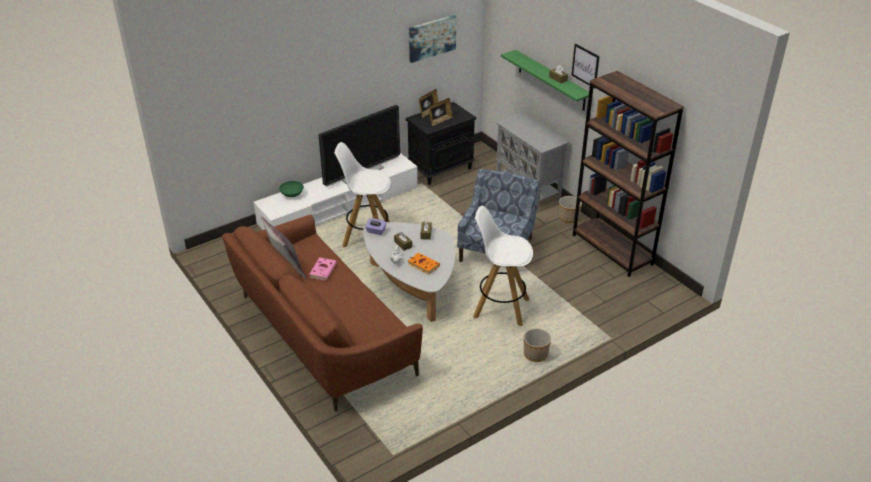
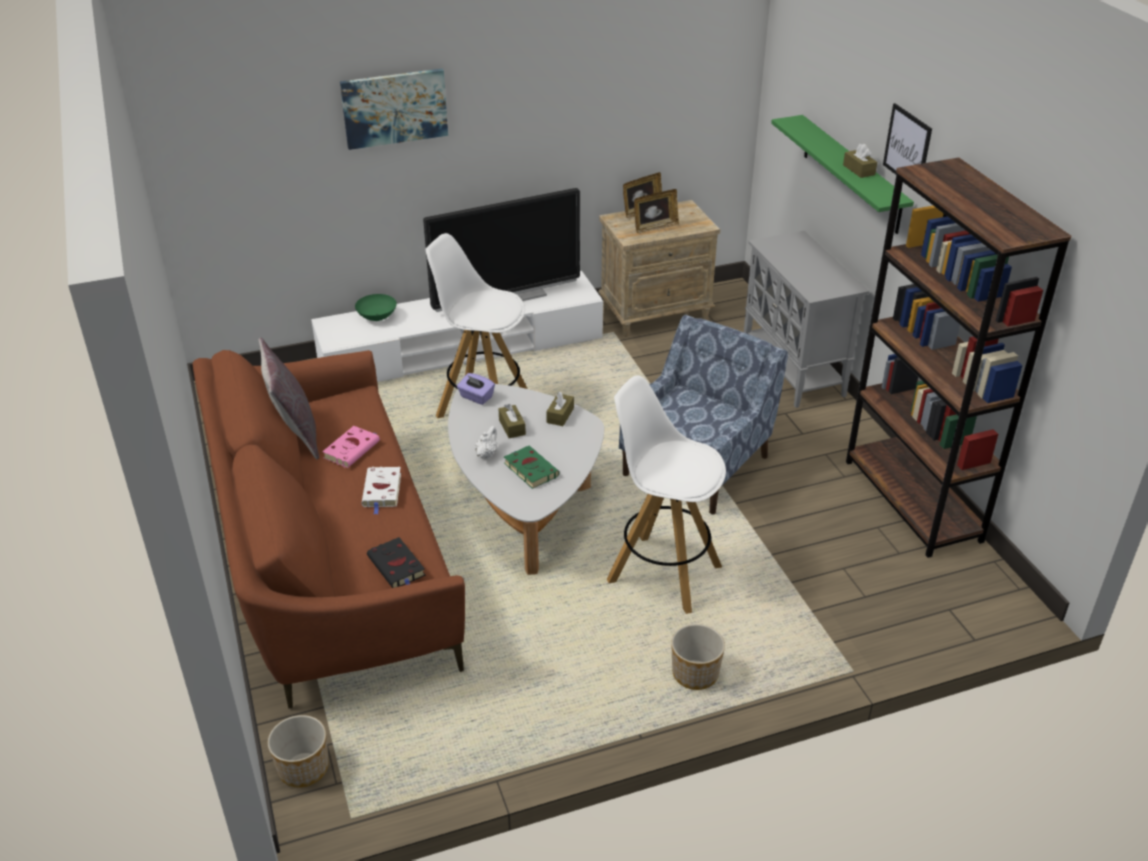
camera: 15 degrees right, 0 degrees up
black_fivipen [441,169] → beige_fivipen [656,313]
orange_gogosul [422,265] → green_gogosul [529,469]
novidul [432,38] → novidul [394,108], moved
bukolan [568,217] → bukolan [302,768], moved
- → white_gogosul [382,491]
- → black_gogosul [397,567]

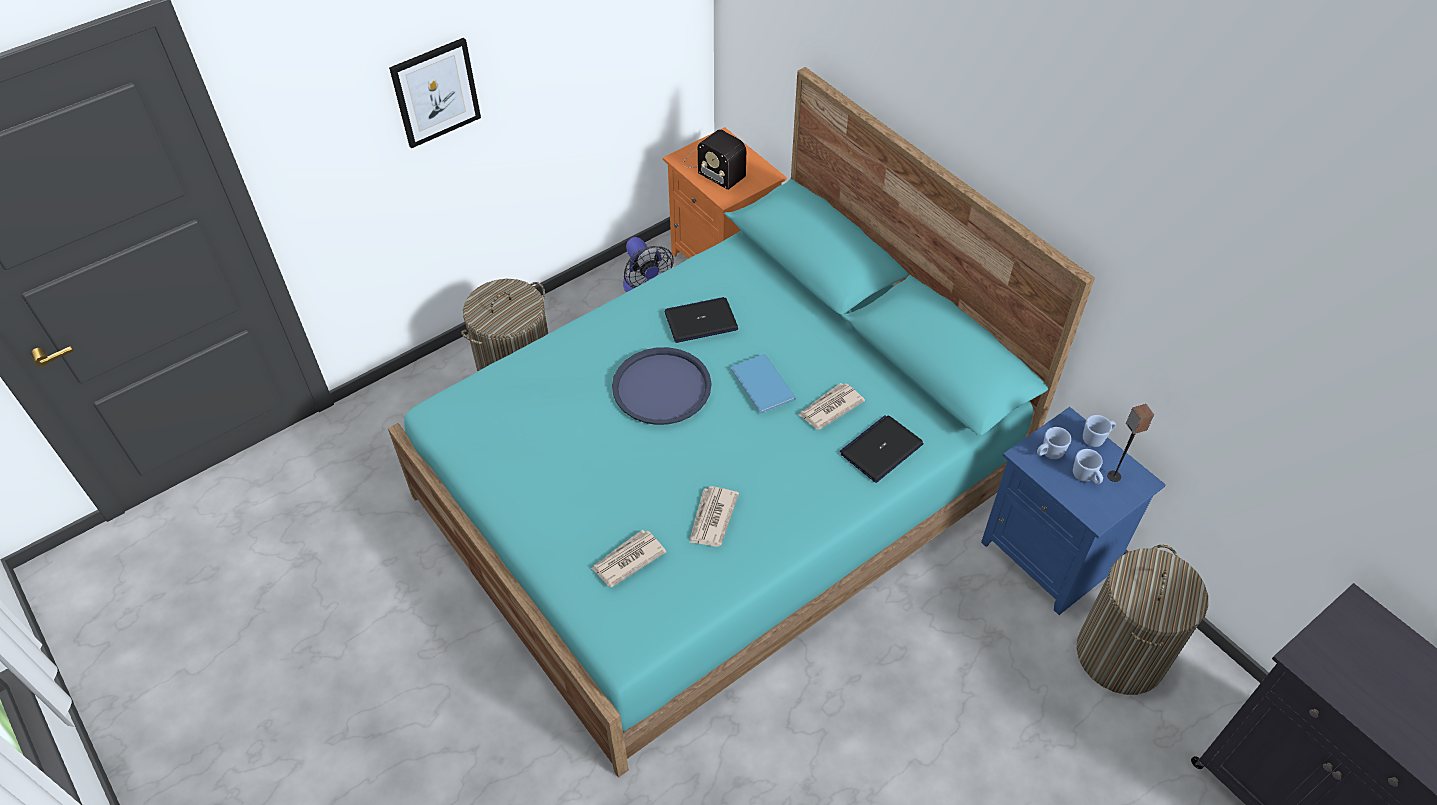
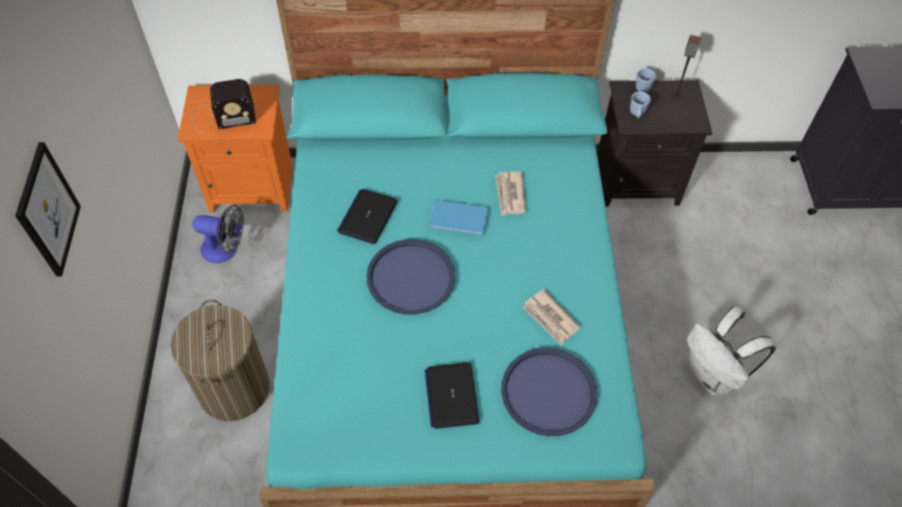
camera: 55 degrees left, 5 degrees up
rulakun [627,560] → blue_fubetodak [548,392]
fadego [881,449] → fadego [451,396], moved
blue_fivipen [1050,556] → black_fivipen [637,181]
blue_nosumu [1086,477] → -
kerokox [1120,655] → -
- → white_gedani [713,376]

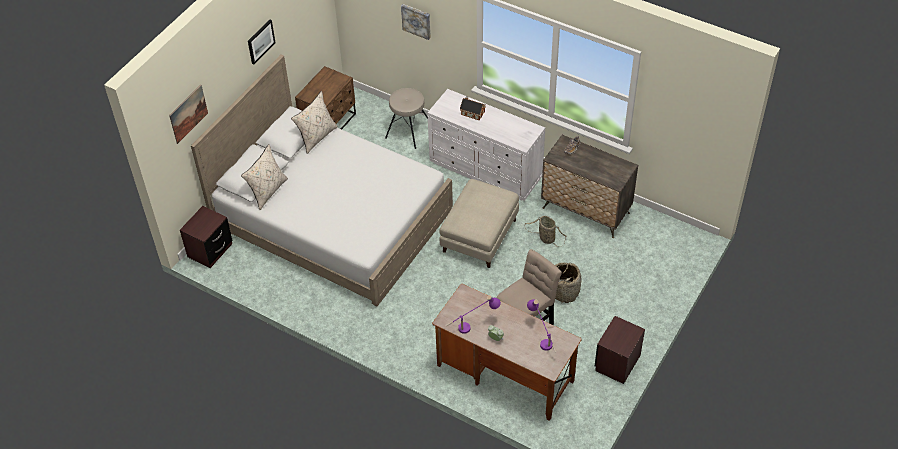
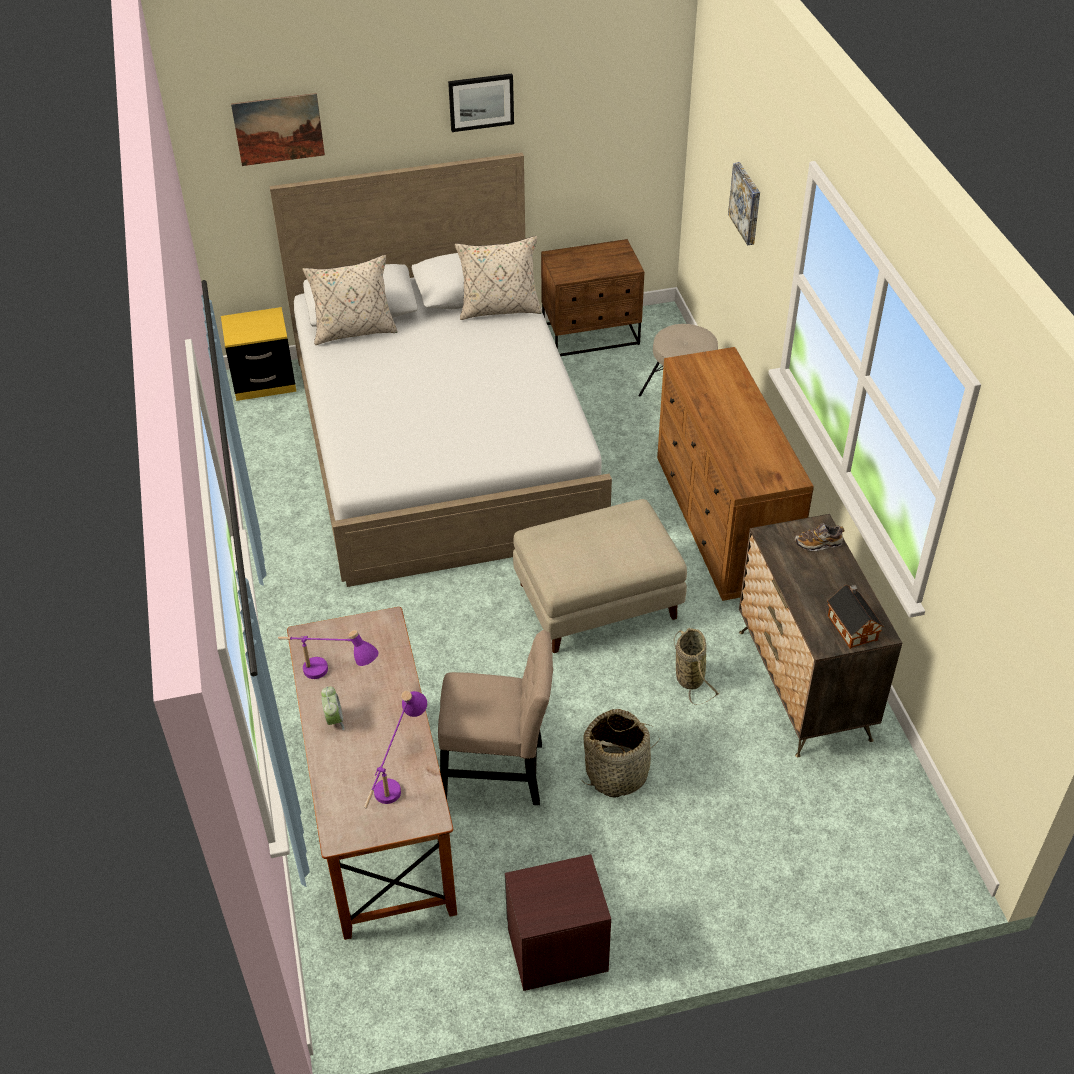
camera: 45 degrees right, 5 degrees down
brown_fivipen [210,250] → yellow_fivipen [264,382]
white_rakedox [486,170] → brown_rakedox [723,524]
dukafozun [472,112] → dukafozun [851,626], moved

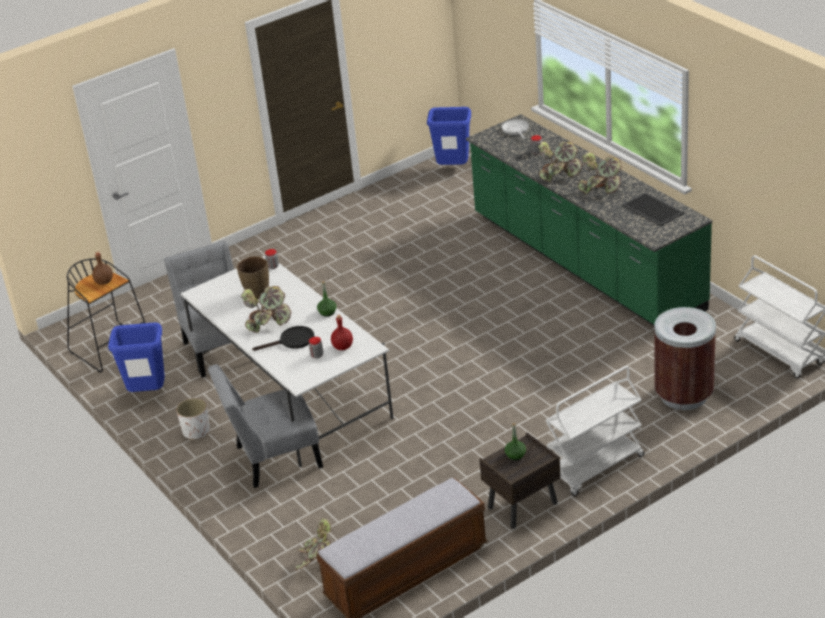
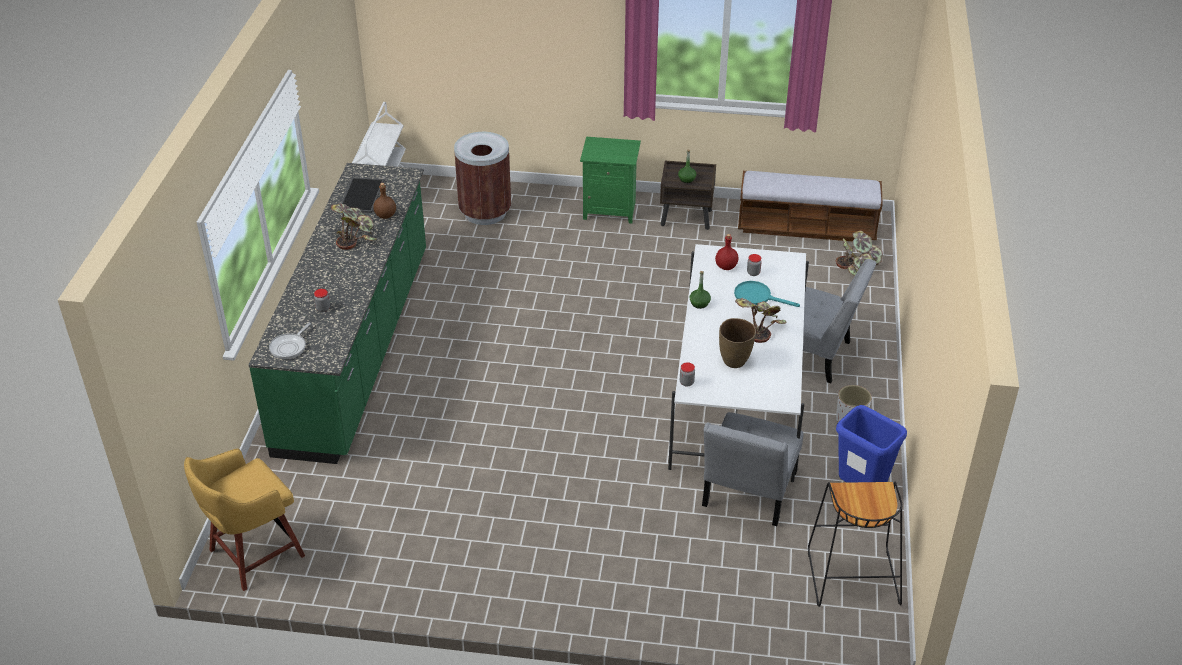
camera: 140 degrees left, 5 degrees up
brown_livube [104,282] → brown_livube [386,215], moved
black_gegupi [292,341] → turquoise_gegupi [757,297]
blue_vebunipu [453,169] → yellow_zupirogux [253,554]
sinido [560,175] → -
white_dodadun [595,467] → green_fivipen [610,209]

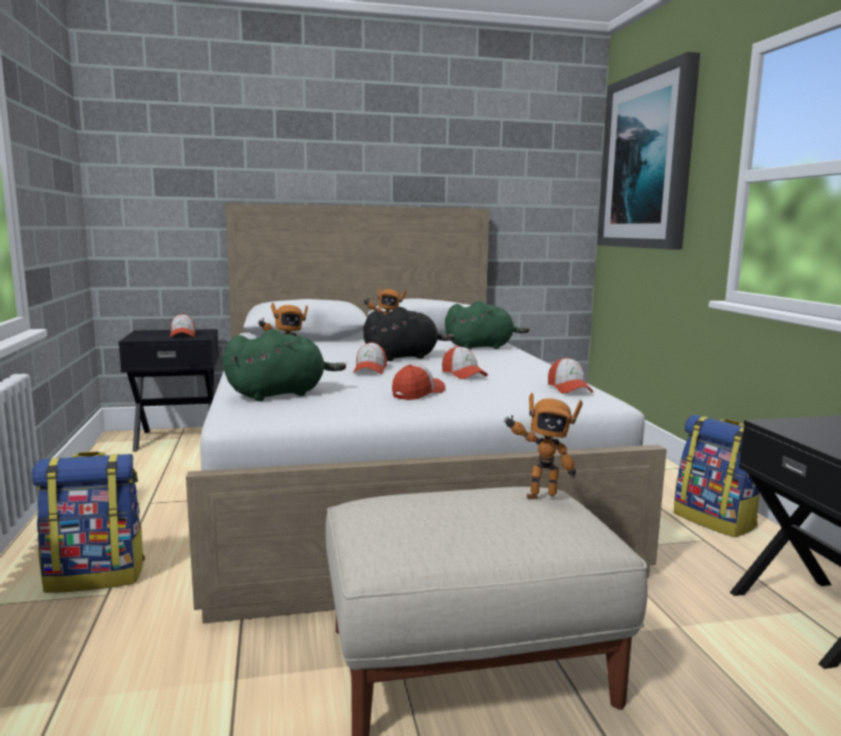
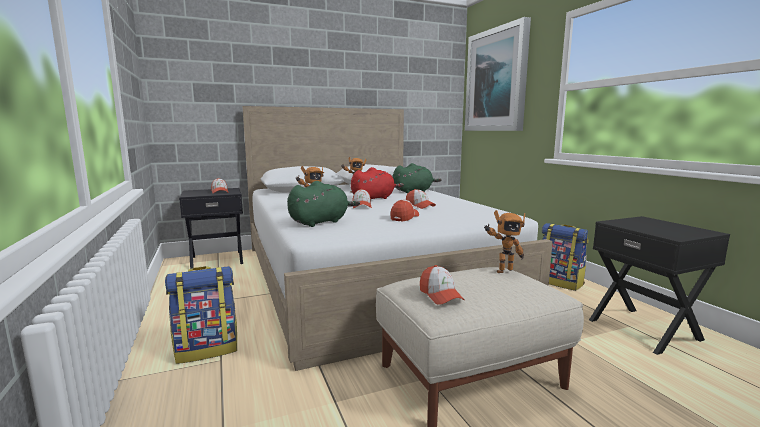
camera: 10 degrees left, 0 degrees up
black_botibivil [404,357] → red_botibivil [374,198]
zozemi [569,389] → zozemi [440,295], moved

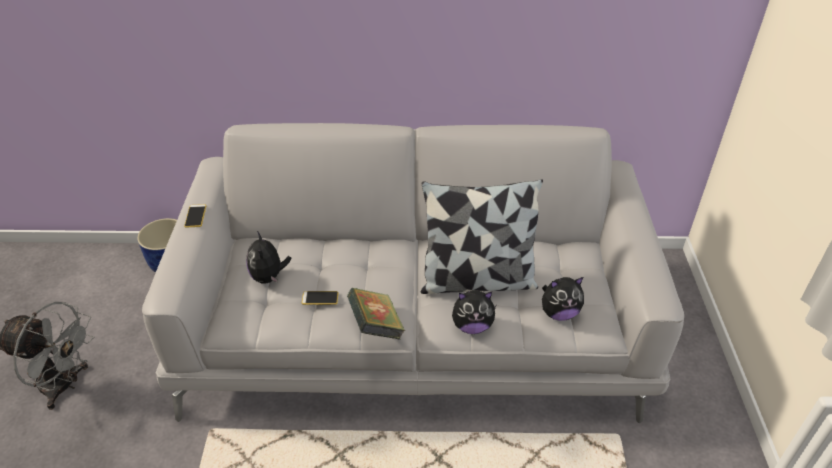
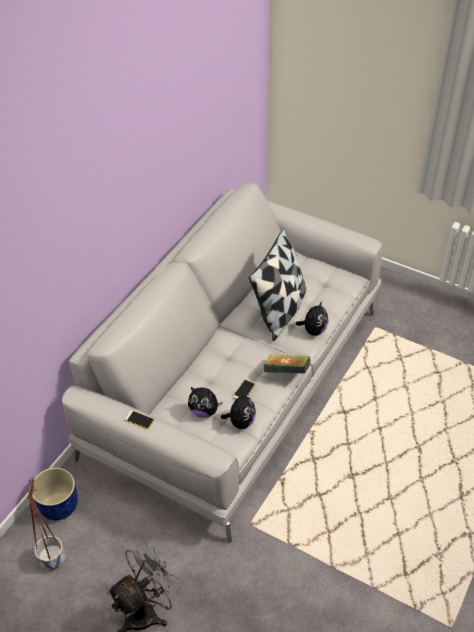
camera: 60 degrees left, 5 degrees up
botibivil [559,313] → botibivil [240,422], moved
- → bukolan [52,559]

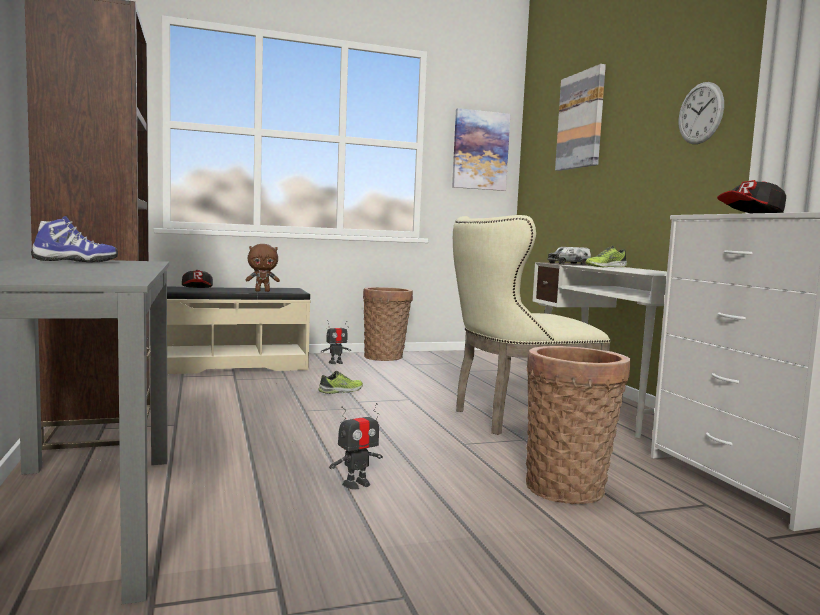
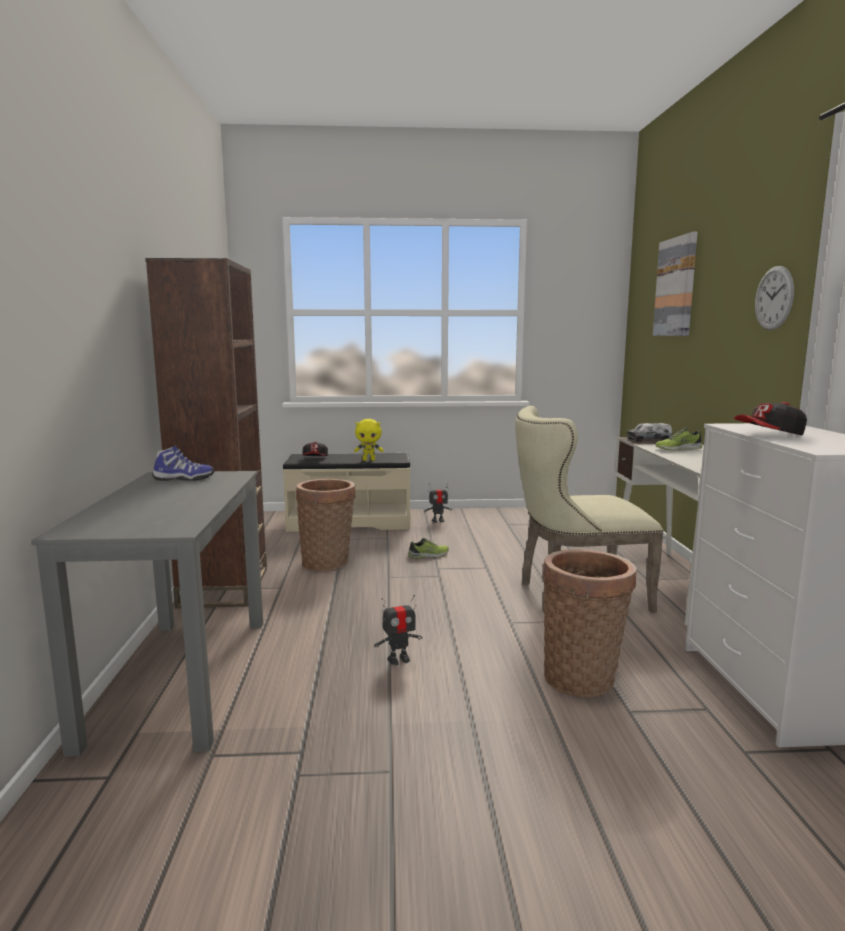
camera: 15 degrees right, 5 degrees up
brown_botibivil [262,291] → yellow_botibivil [369,460]
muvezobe [385,356] → muvezobe [328,562], moved
novidul [480,150] → -

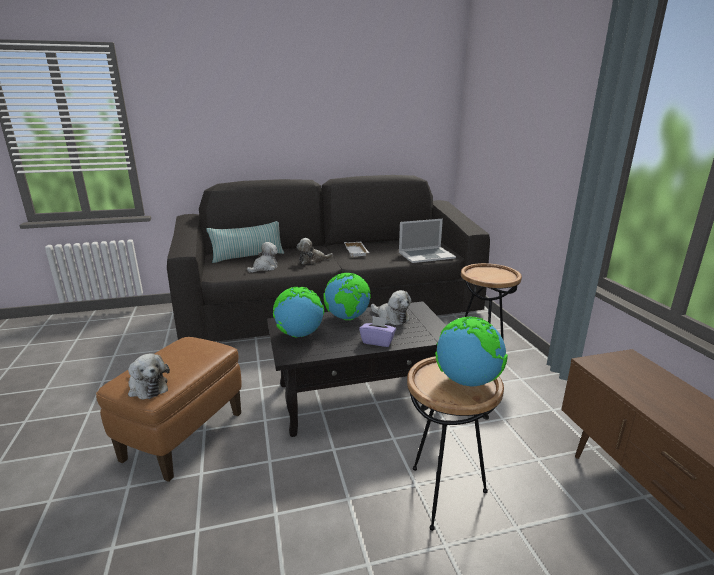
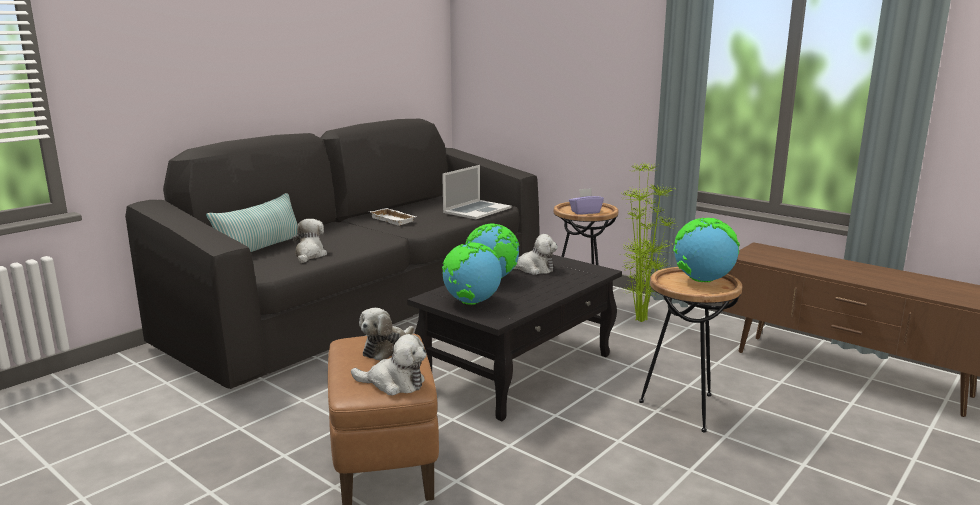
camera: 35 degrees left, 5 degrees down
botibivil [313,260] → botibivil [386,349], moved
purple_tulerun [377,341] → purple_tulerun [585,212], moved
- → sinido [639,319]

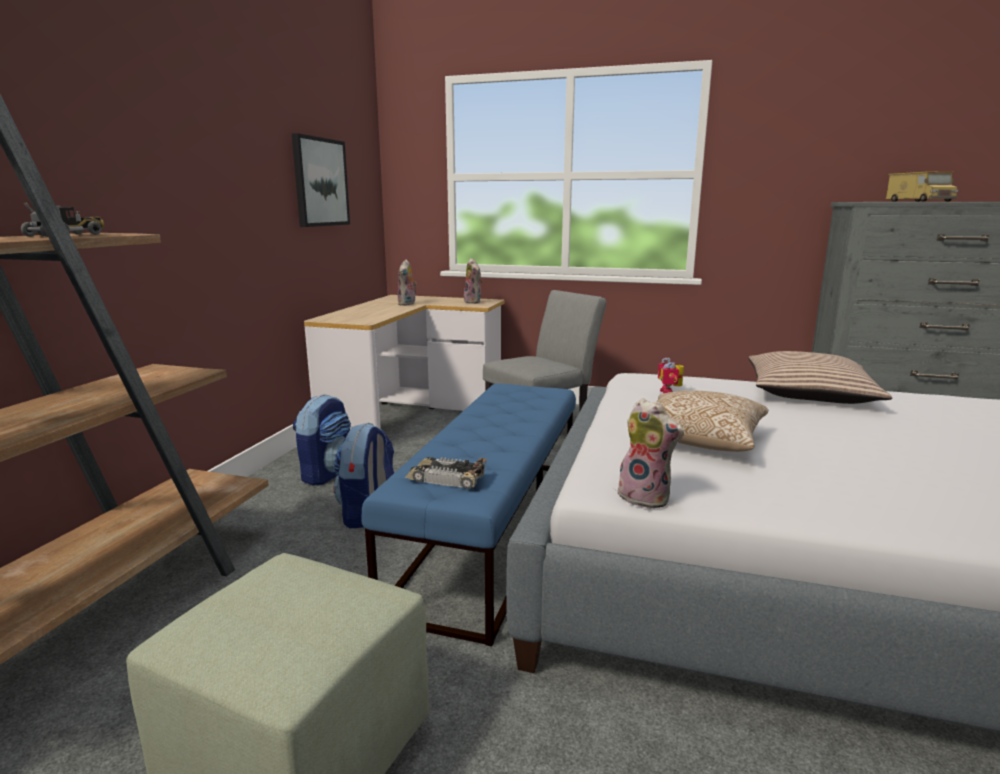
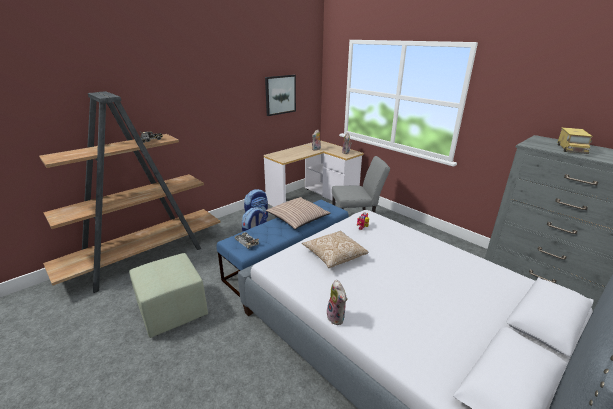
camera: 30 degrees right, 10 degrees up
botibivil [646,497] → botibivil [337,317], moved
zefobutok [809,393] → zefobutok [298,218], moved

